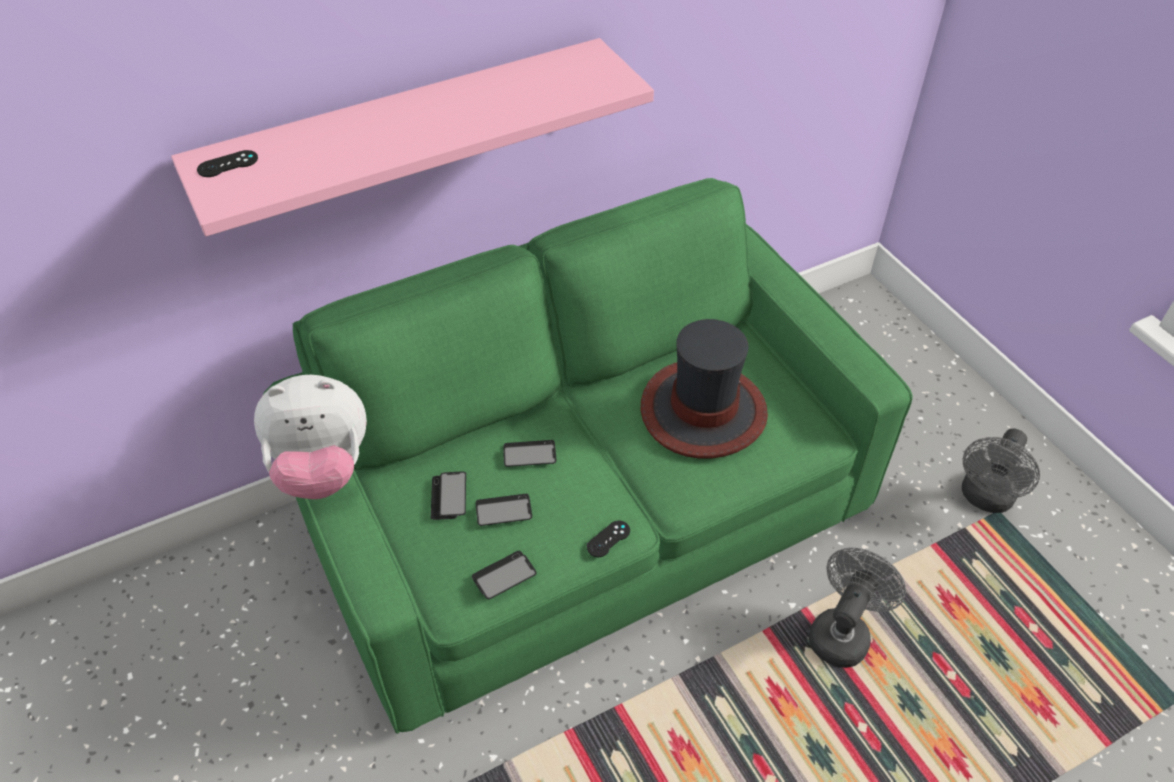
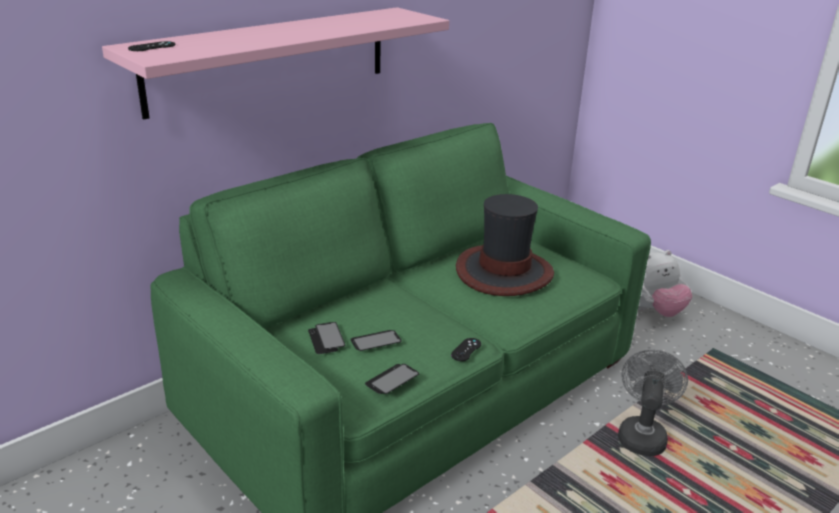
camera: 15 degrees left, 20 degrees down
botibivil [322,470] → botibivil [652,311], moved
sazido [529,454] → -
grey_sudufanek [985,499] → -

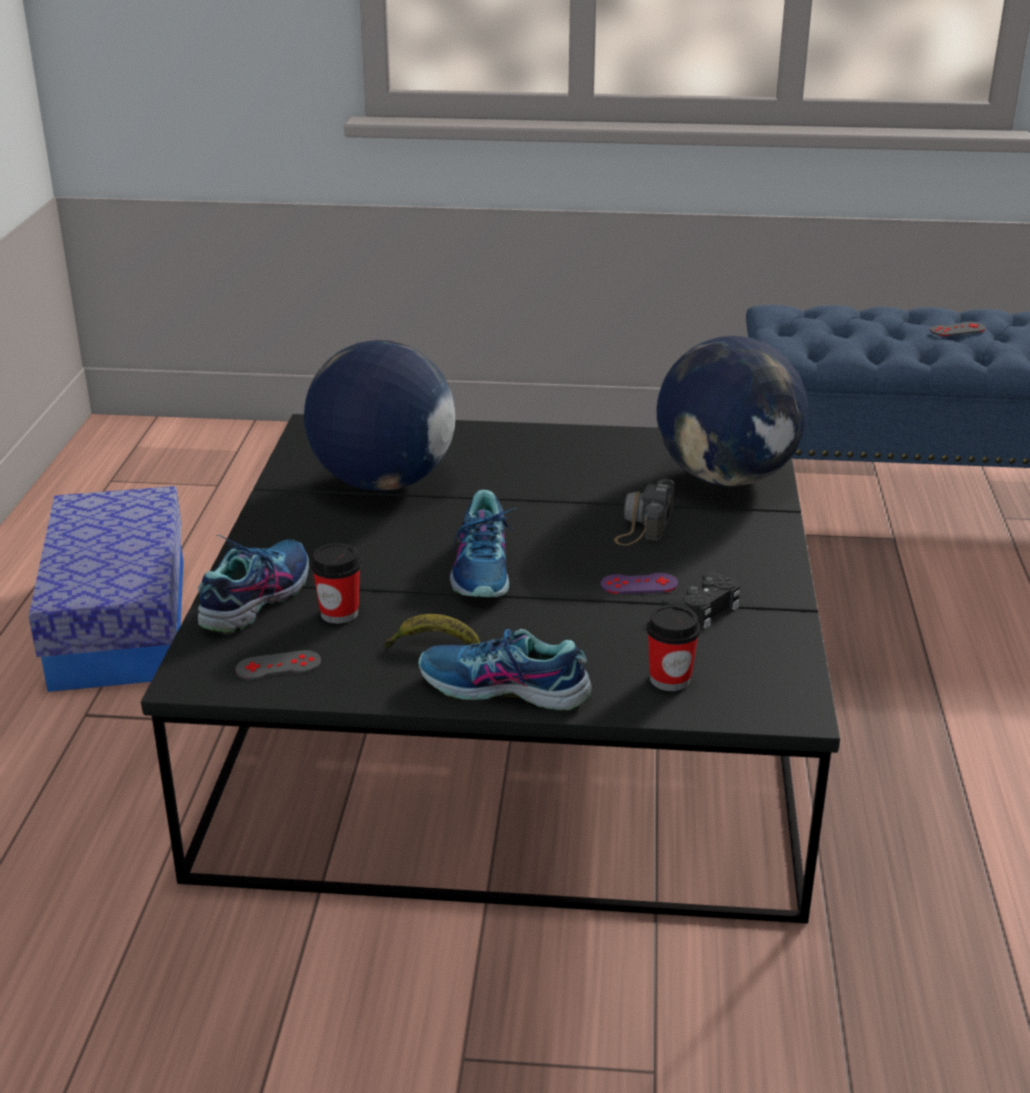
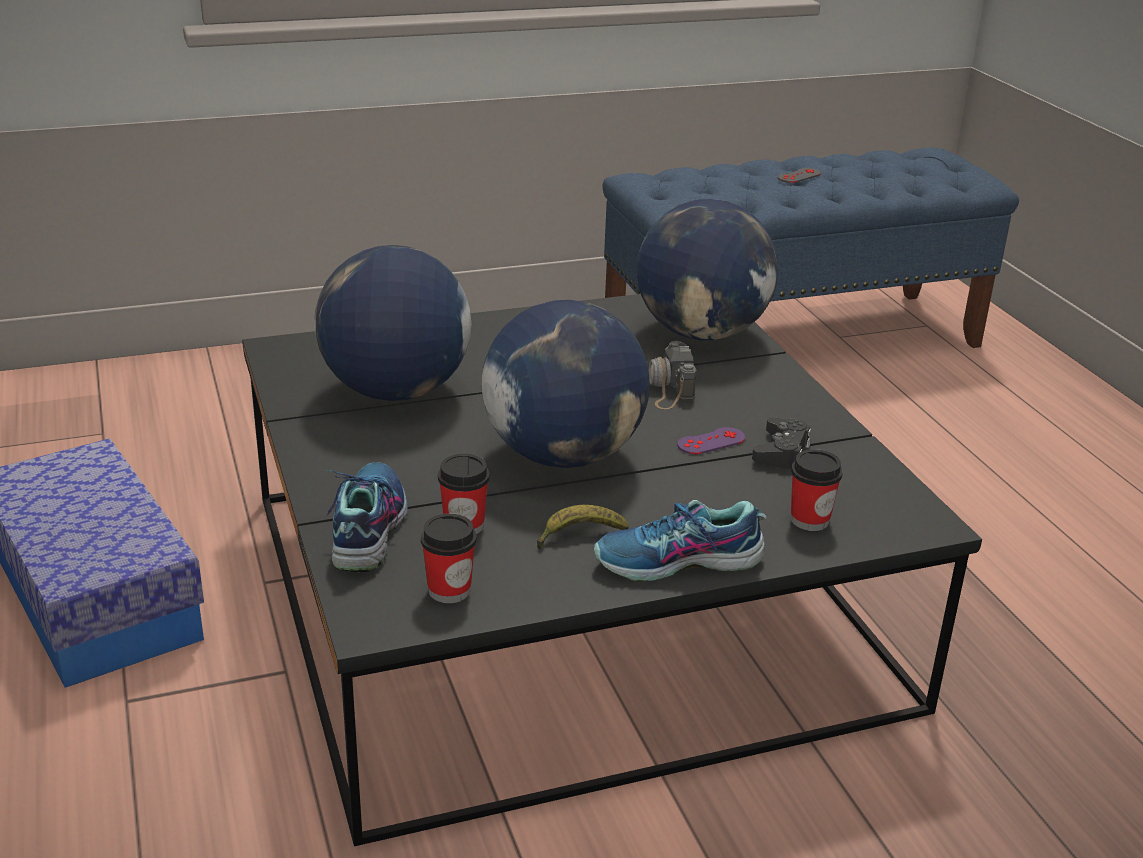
camera: 25 degrees left, 0 degrees up
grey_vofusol [278,666] → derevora [449,590]
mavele [484,569] → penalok [563,455]

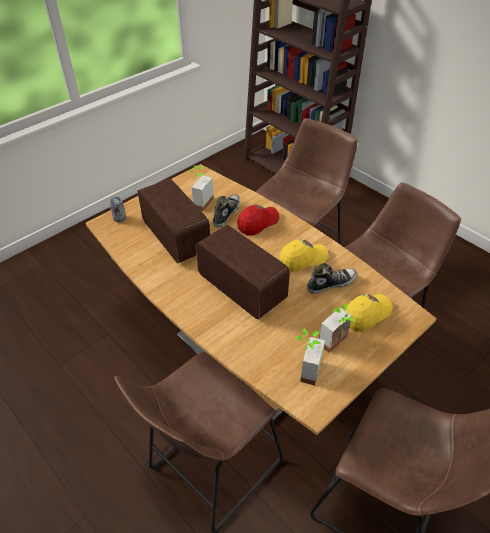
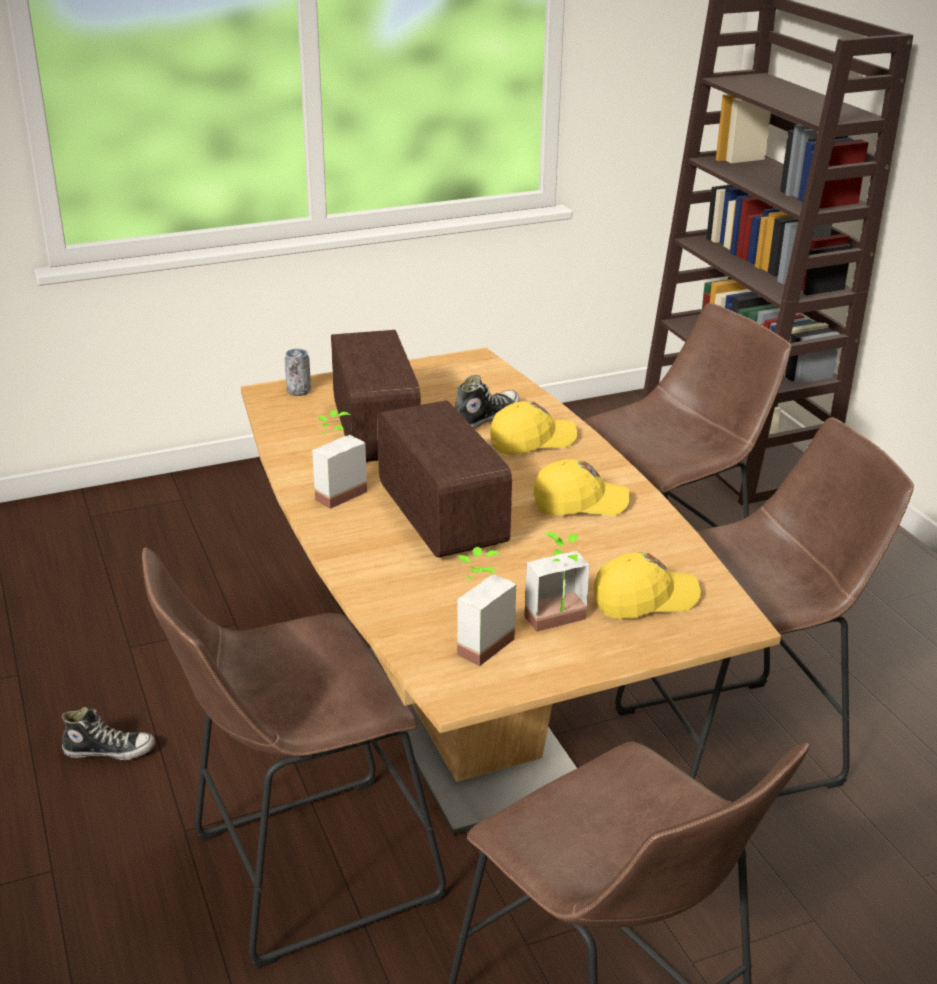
camera: 20 degrees right, 15 degrees down
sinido [199,202] → sinido [334,492], moved
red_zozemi [258,223] → yellow_zozemi [532,441]
mavele [331,283] → mavele [110,750], moved

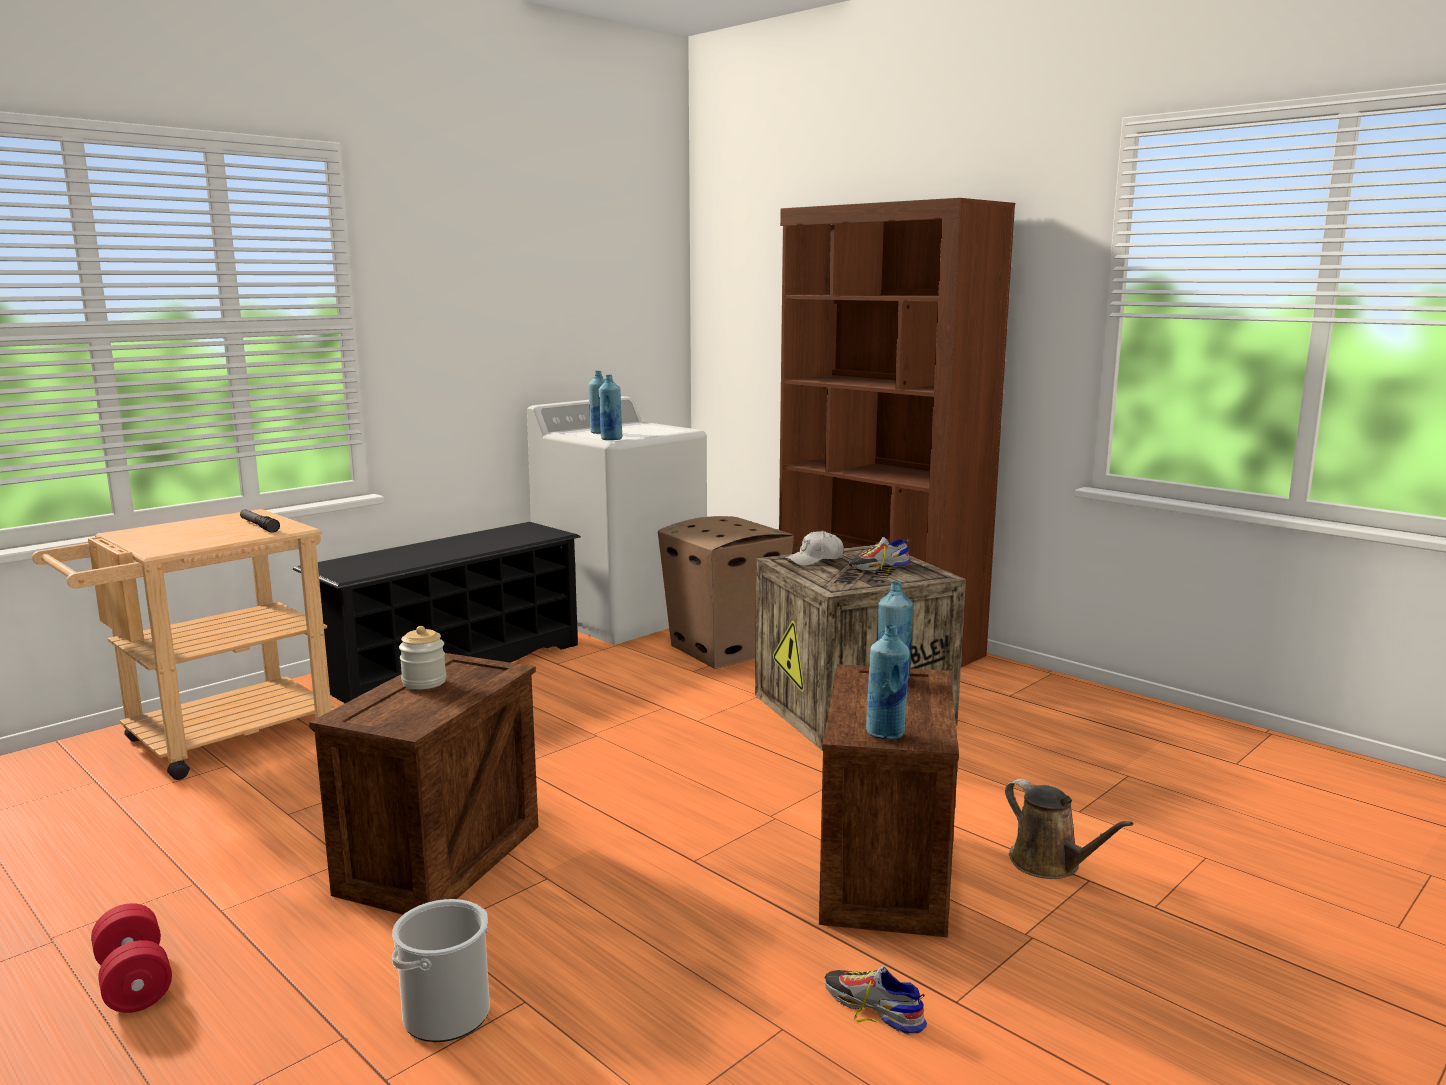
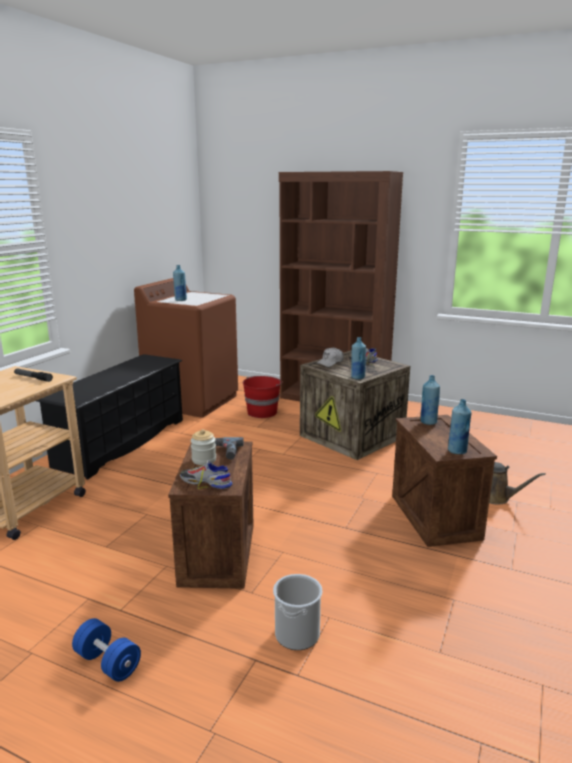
camera: 20 degrees left, 5 degrees up
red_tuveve [134,982] → blue_tuveve [108,662]
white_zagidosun [622,616] → brown_zagidosun [192,401]
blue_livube [611,439] → blue_livube [357,377], moved
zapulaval [724,648] → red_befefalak [262,412]
mavele [873,1007] → mavele [205,482], moved
- → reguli [225,451]

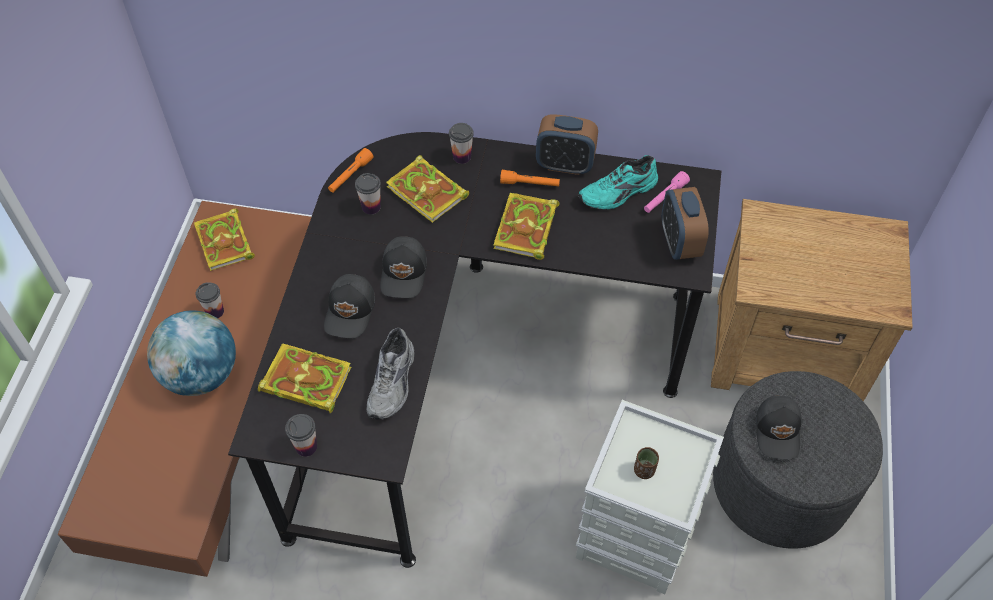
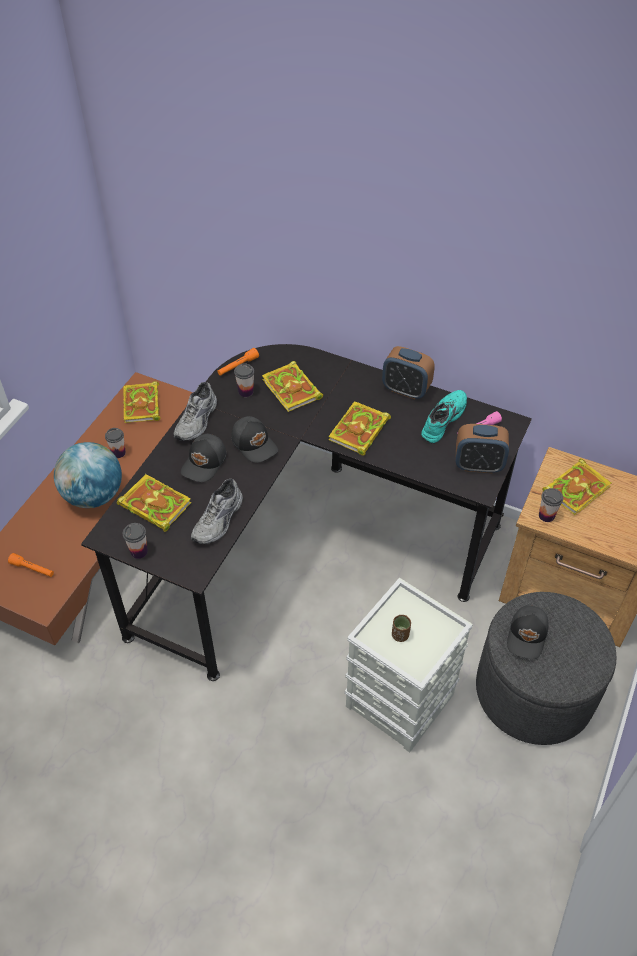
camera: 15 degrees right, 5 degrees down
black_zozemi [404,273] → black_zozemi [254,444], 60 degrees counterclockwise
derevora [462,156] → derevora [546,515], moved
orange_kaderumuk [530,184] → orange_kaderumuk [32,569], moved
turquoise_mavele [619,193] → turquoise_mavele [442,419], 135 degrees clockwise
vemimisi [679,242] → vemimisi [478,465], 90 degrees counterclockwise
- → grey_mavele [198,421]
- → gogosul [577,488]

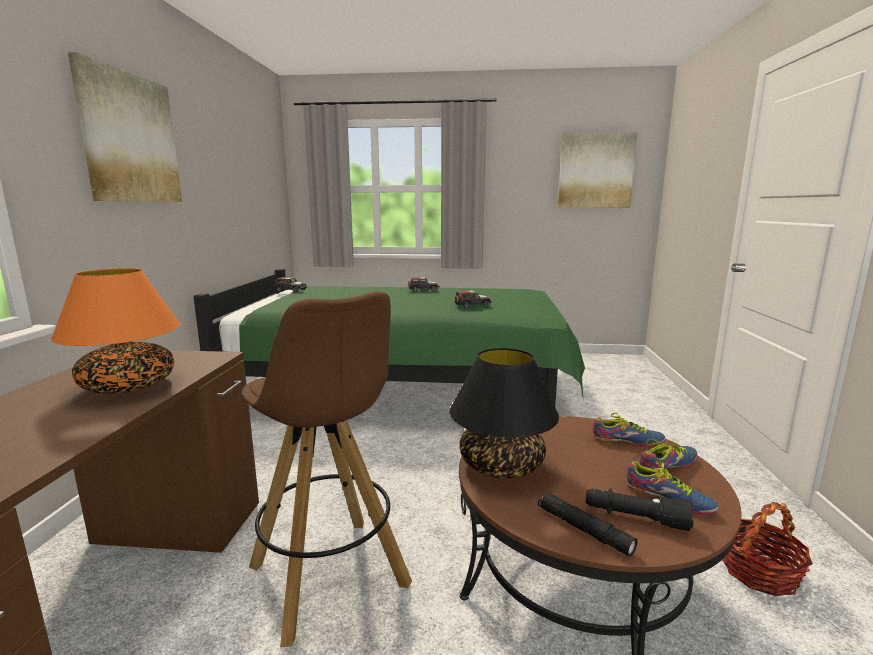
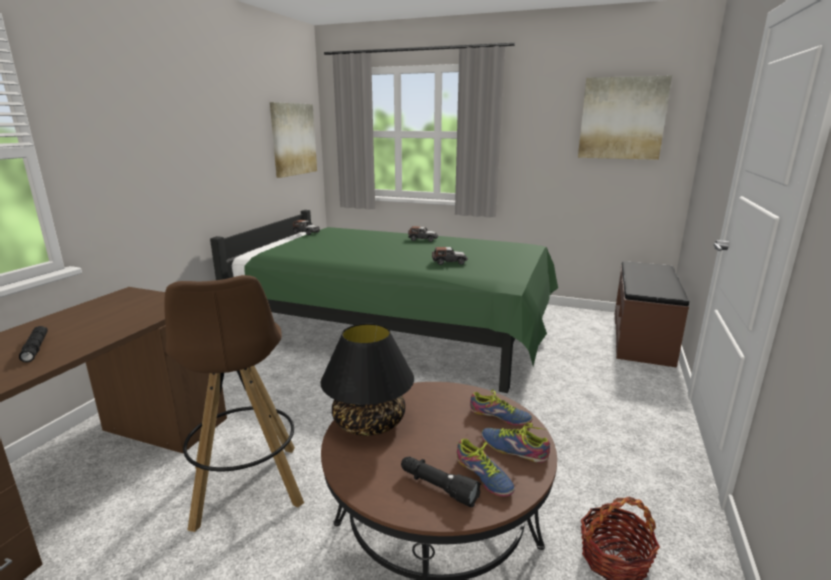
camera: 15 degrees right, 5 degrees up
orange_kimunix [129,385] → -
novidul [130,138] → novidul [293,139], moved
black_kaderumuk [583,529] → black_kaderumuk [35,348], moved
mavele [670,467] → mavele [514,447], 135 degrees counterclockwise
- → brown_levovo [642,338]

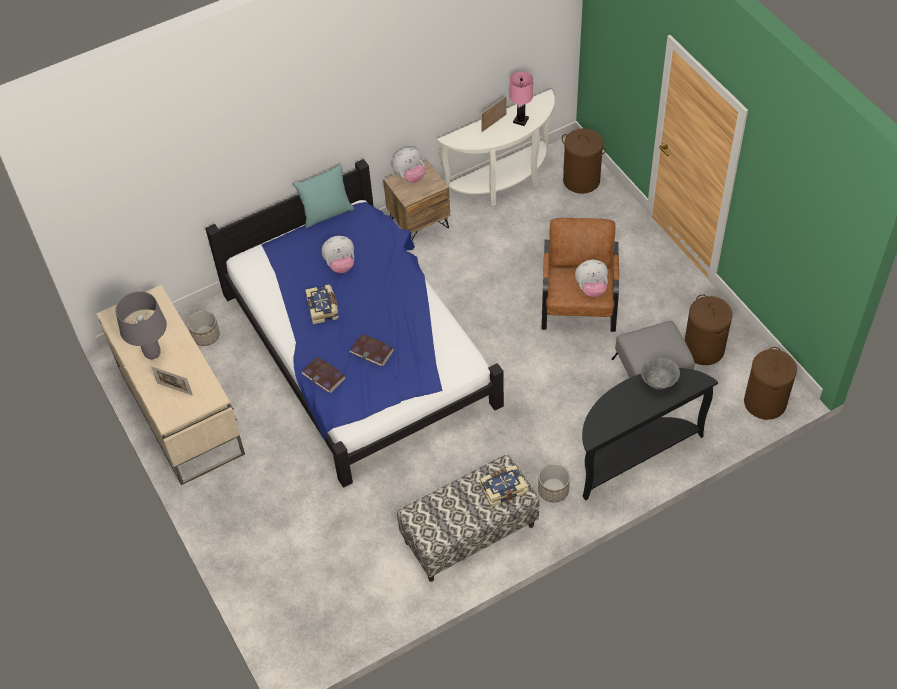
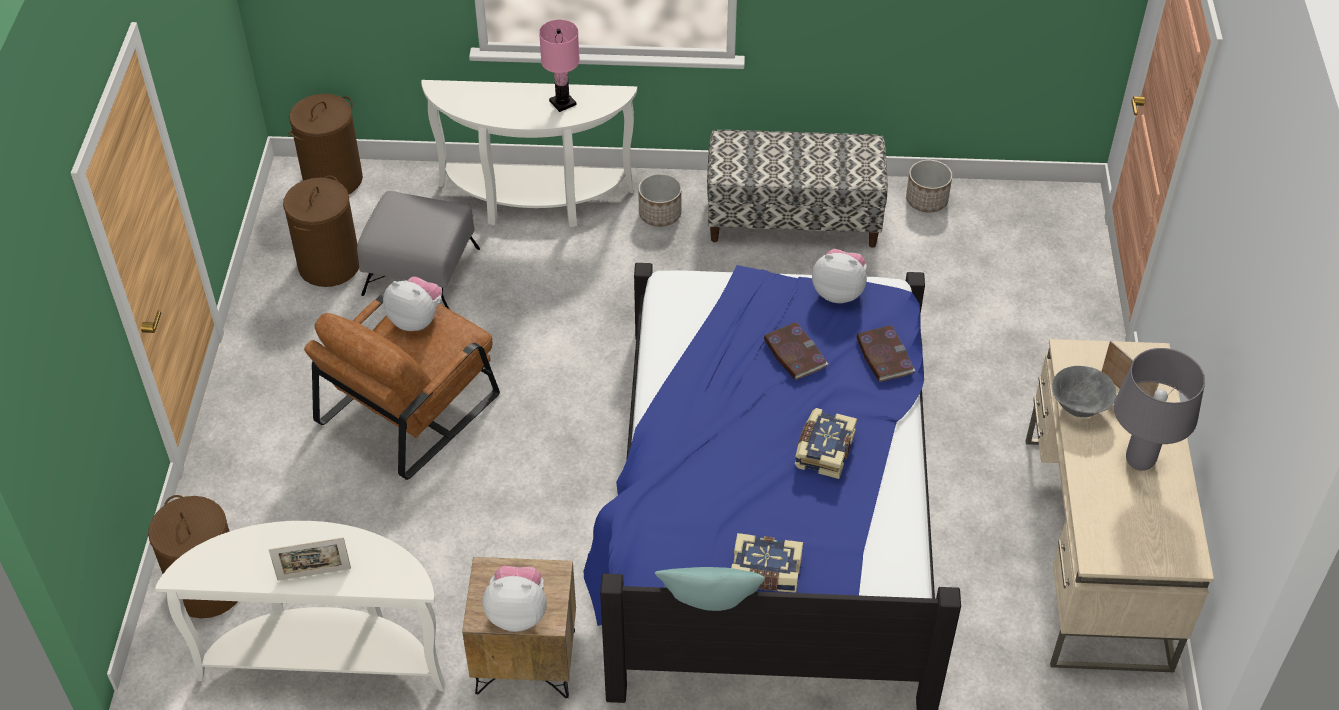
camera: 150 degrees left, 5 degrees down
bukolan [206,336] → bukolan [926,200], moved
botibivil [340,265] → botibivil [838,292], moved
gogosul [502,488] → gogosul [765,573], moved
pink_kimunix [521,120] → pink_kimunix [563,102], moved
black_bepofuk [633,454] → white_bepofuk [534,204]
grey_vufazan [658,382] → grey_vufazan [1079,408], moved

